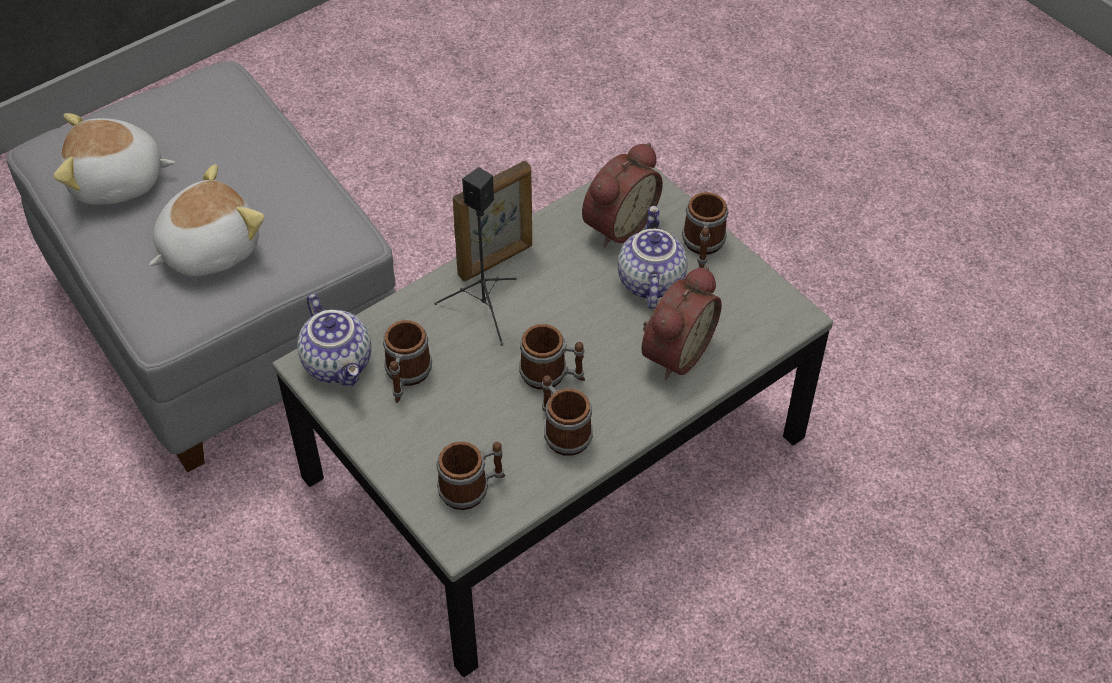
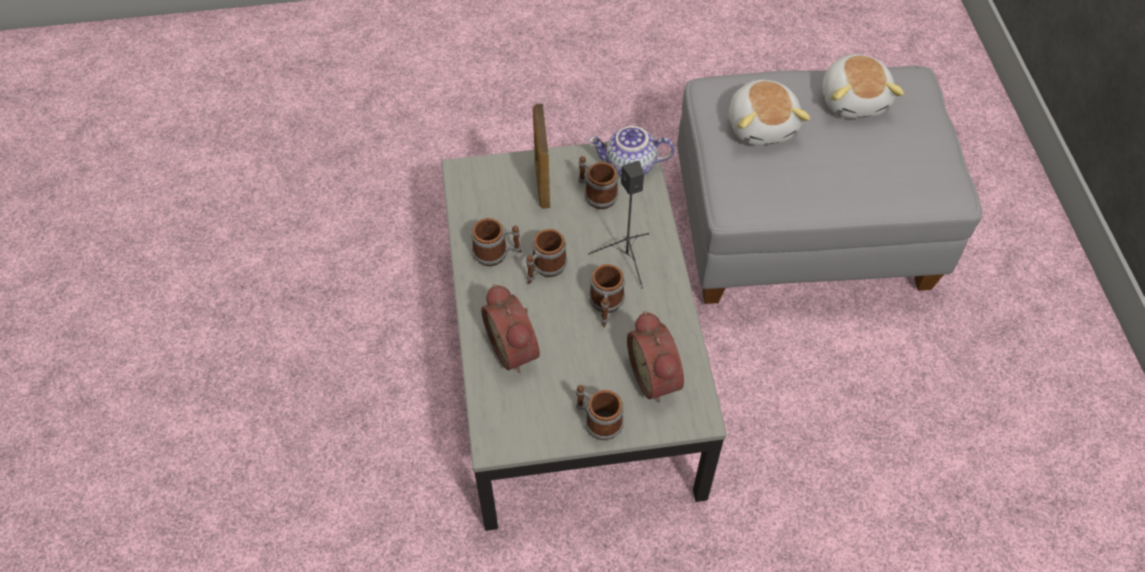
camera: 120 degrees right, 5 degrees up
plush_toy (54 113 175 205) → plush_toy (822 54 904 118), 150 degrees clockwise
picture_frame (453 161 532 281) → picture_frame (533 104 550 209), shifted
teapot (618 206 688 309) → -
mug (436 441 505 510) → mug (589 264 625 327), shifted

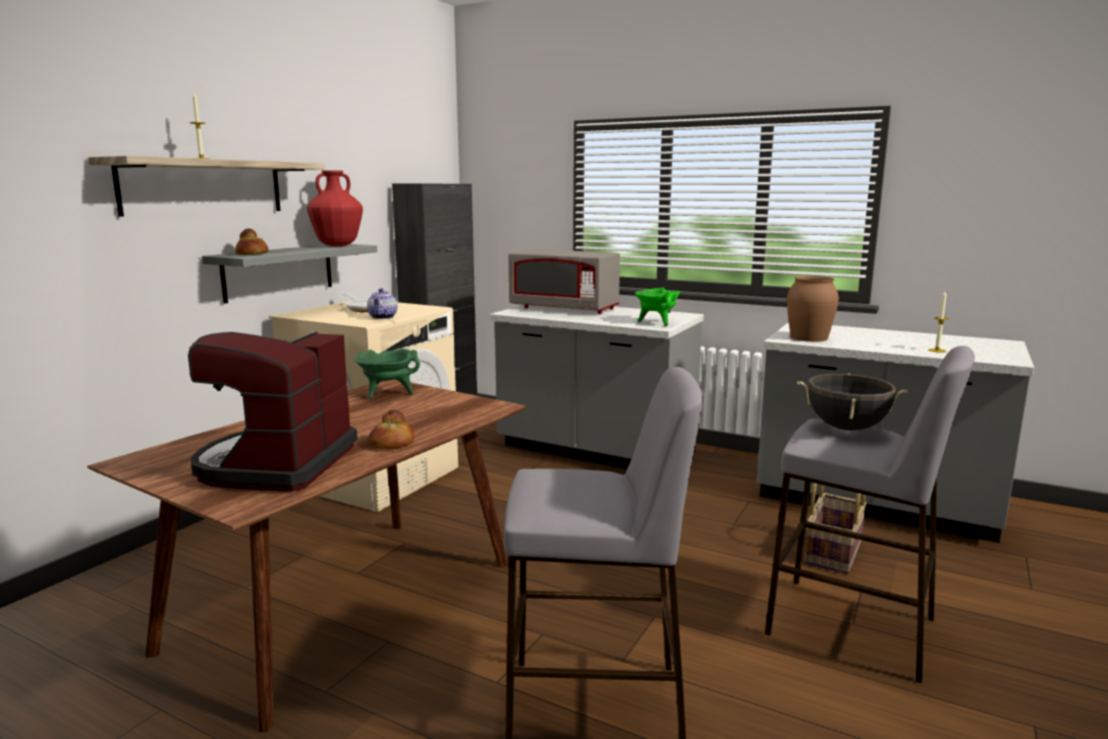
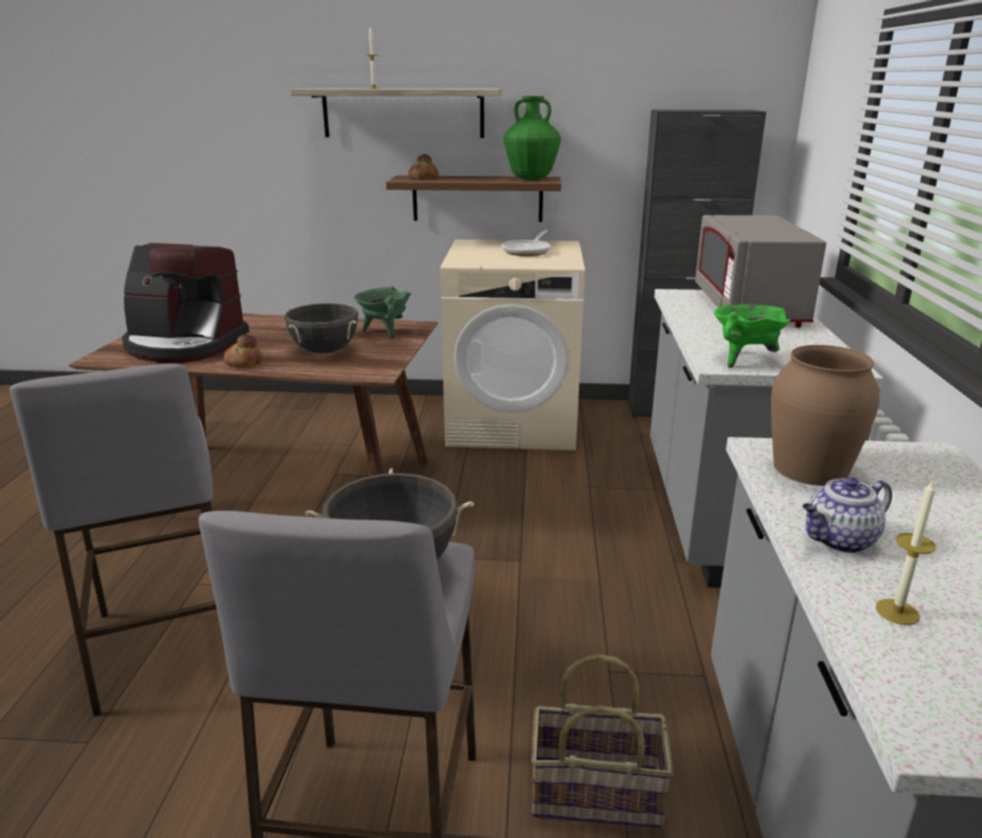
camera: 65 degrees right, 10 degrees up
red_vase (307 170 363 246) → green_vase (504 96 561 180)
grey_shelf (202 244 377 304) → brown_shelf (386 176 561 222)
teapot (367 288 398 319) → teapot (803 477 892 553), shifted
coffee_machine (188 332 358 492) → coffee_machine (122 243 249 363), 150 degrees counterclockwise
- → black_cooking_pot (285 303 358 354)

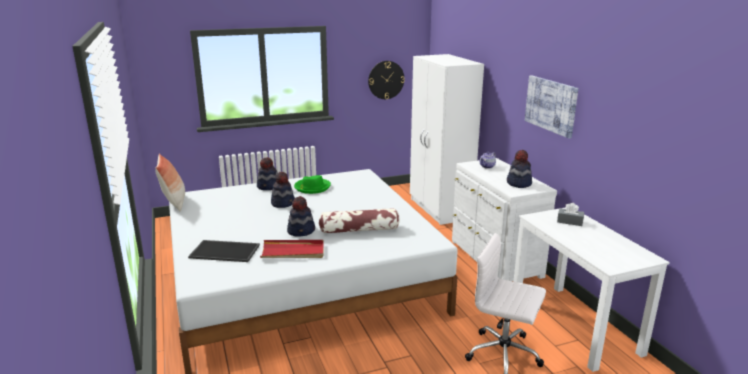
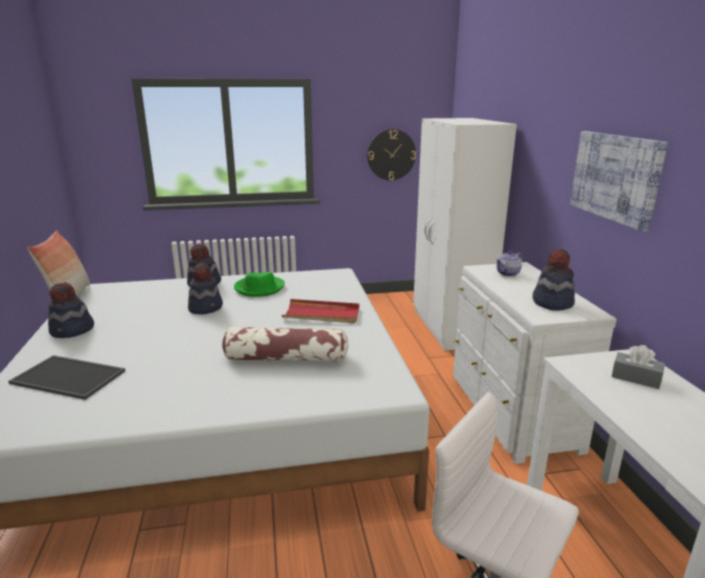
camera: 10 degrees right, 0 degrees up
hat (287 196 315 237) → hat (48 282 94 338), shifted
red_tray (260 240 324 258) → red_tray (282 299 359 323), shifted

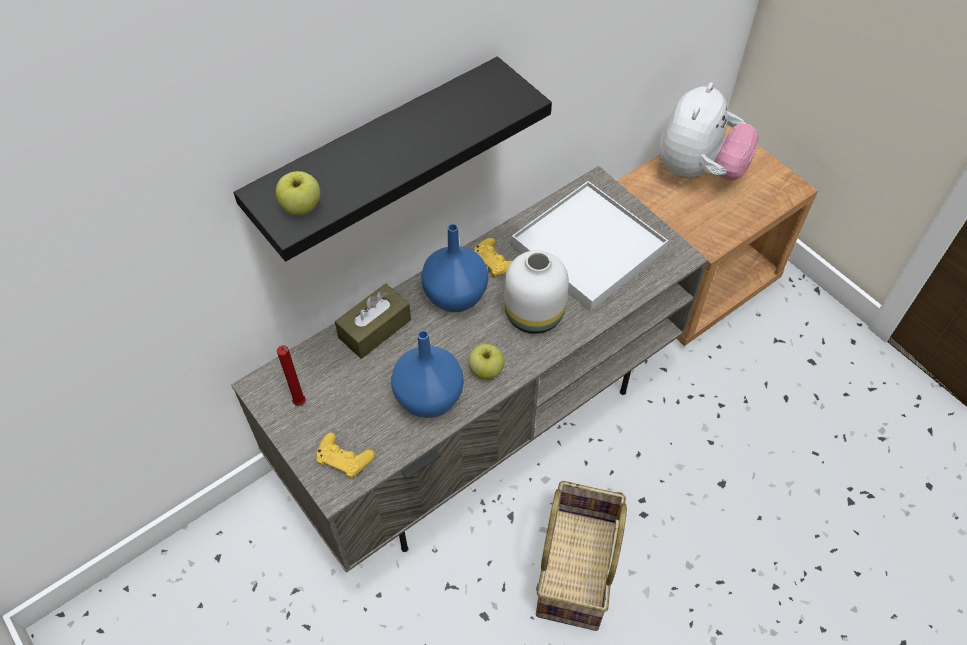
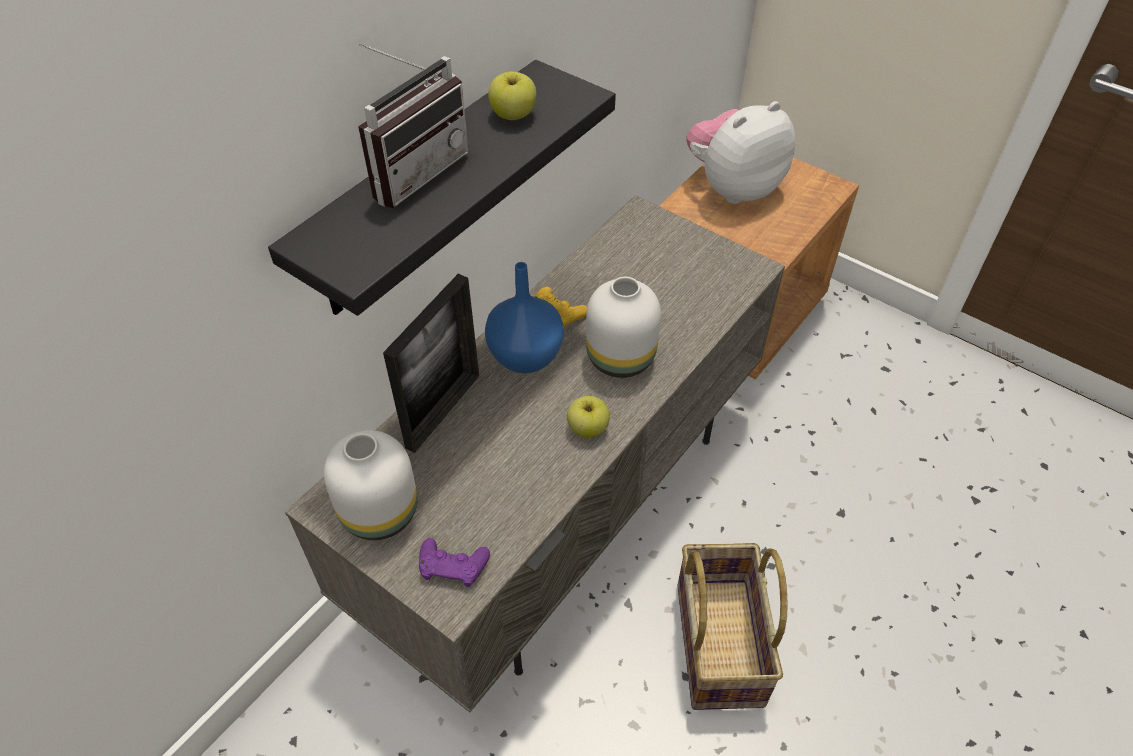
camera: 15 degrees left, 5 degrees down
plush_toy (659 82 759 181) → plush_toy (686 101 796 204), 135 degrees counterclockwise
apple (276 171 320 215) → apple (488 72 536 120), shifted
white_tray (512 181 668 312) → -
brown_tissue_box (335 284 411 359) → picture_frame (383 274 479 453)
blue_vase (391 330 464 418) → -
red_candle (277 345 306 406) → white_vase (324 430 417 540)
yellow_game_controller (316 433 375 479) → purple_game_controller (419 538 490 587)
- → radio (358 43 469 208)

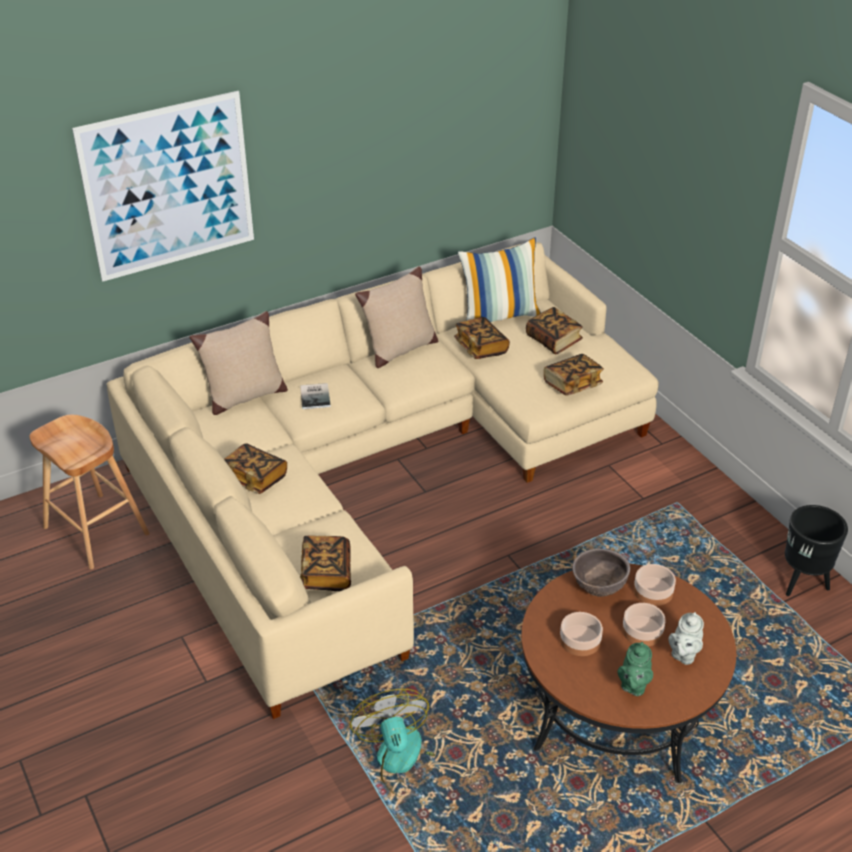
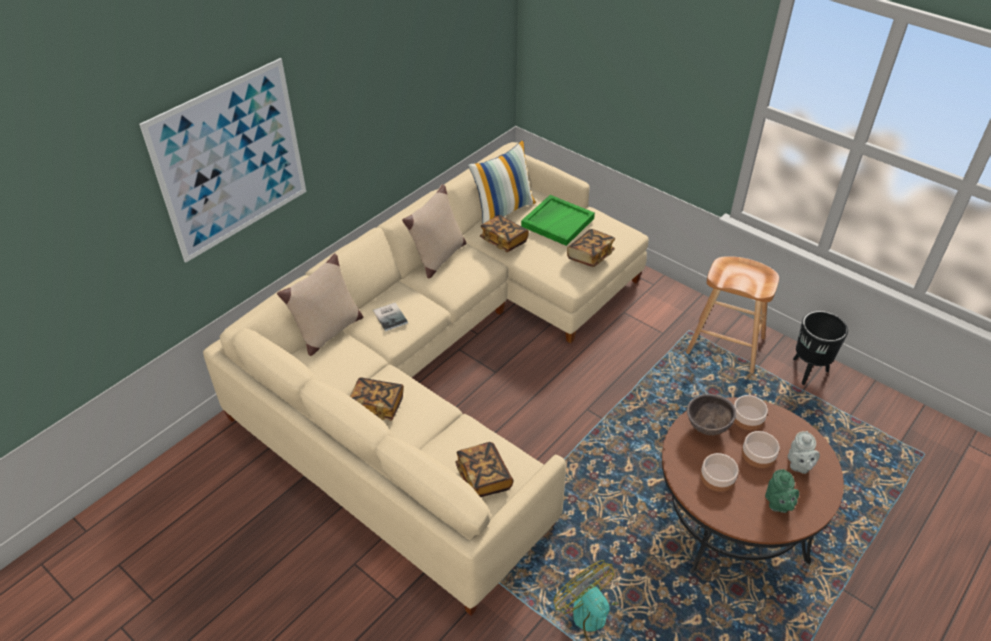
camera: 20 degrees left, 5 degrees up
book (526 307 583 354) → green_tray (521 195 595 246)
brown_stool (30 415 150 569) → brown_stool (686 256 779 374), shifted

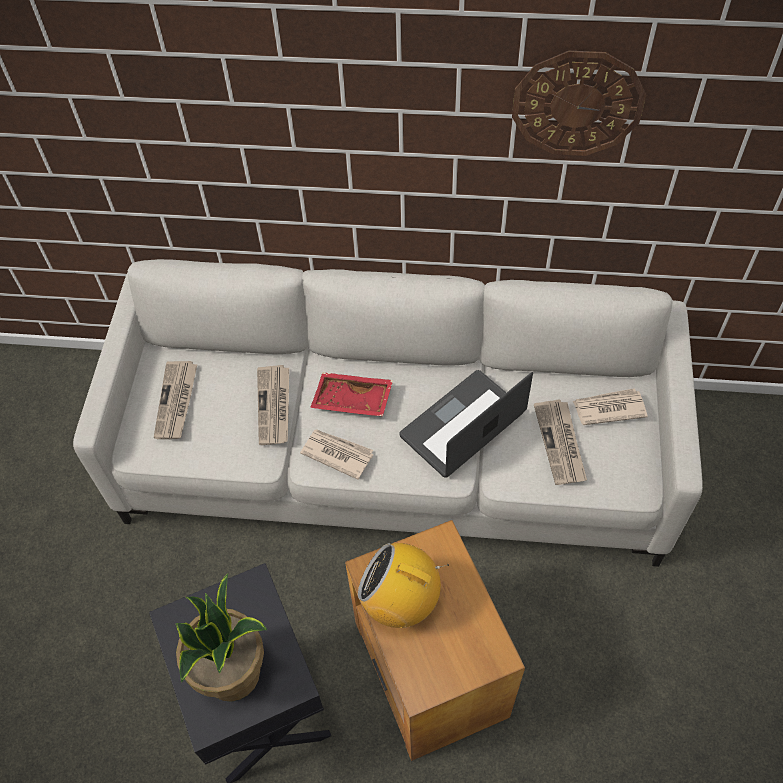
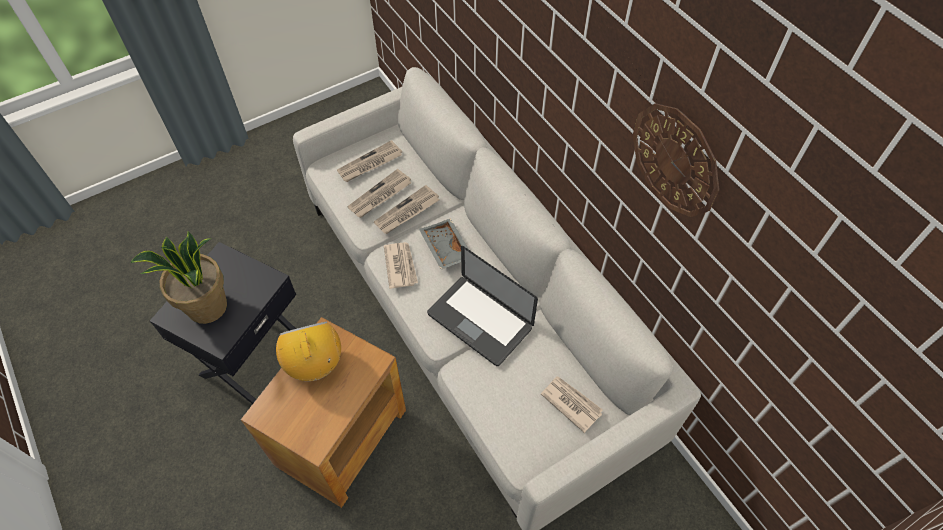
camera: 50 degrees right, 0 degrees up
laptop (400 370 533 478) → laptop (427 246 538 366), 150 degrees counterclockwise
red_tray (310 372 393 417) → grey_tray (419 219 468 269)
newspaper (534 399 587 485) → newspaper (347 169 412 218), shifted

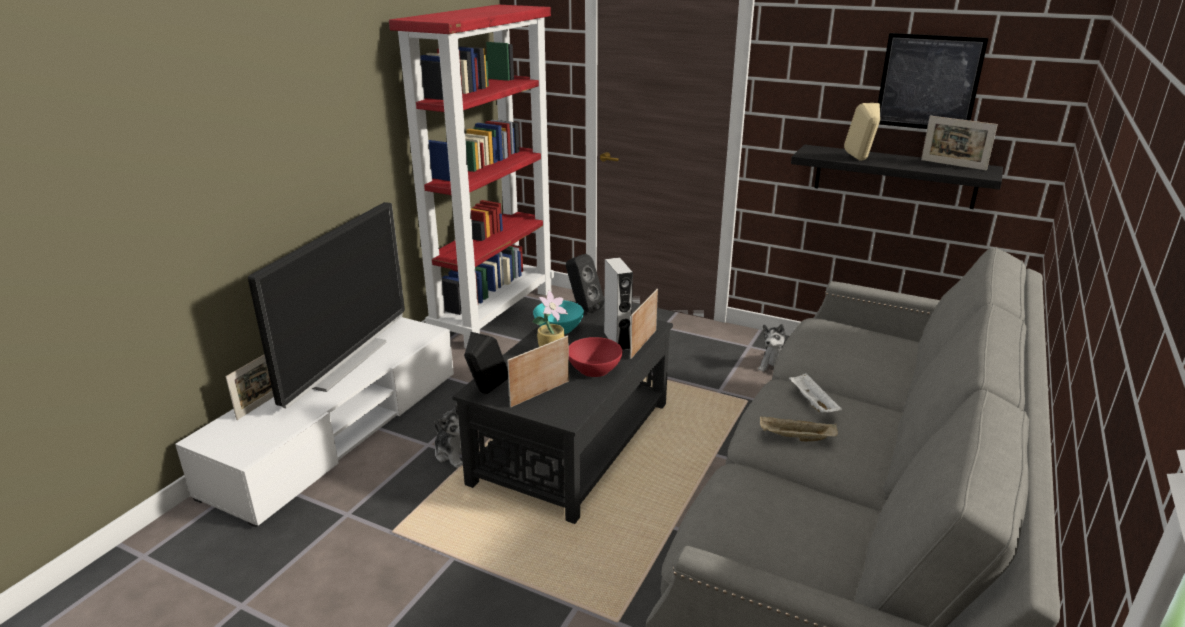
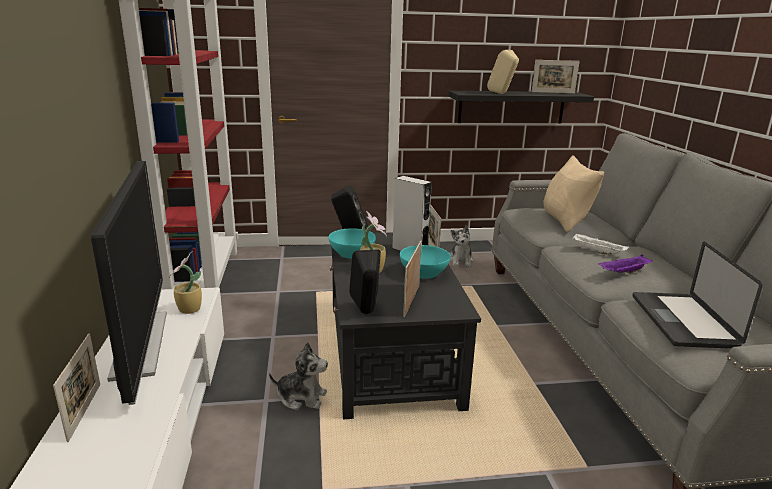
camera: 35 degrees left, 5 degrees down
picture (878 33 988 129) → -
red_bowl (569 337 622 377) → turquoise_bowl (400 245 451 279)
beige_tray (760 416 838 442) → purple_tray (598 255 653 274)
- → beige_pillow (543 155 604 232)
- → laptop (633 242 763 349)
- → potted_plant (169 251 202 314)

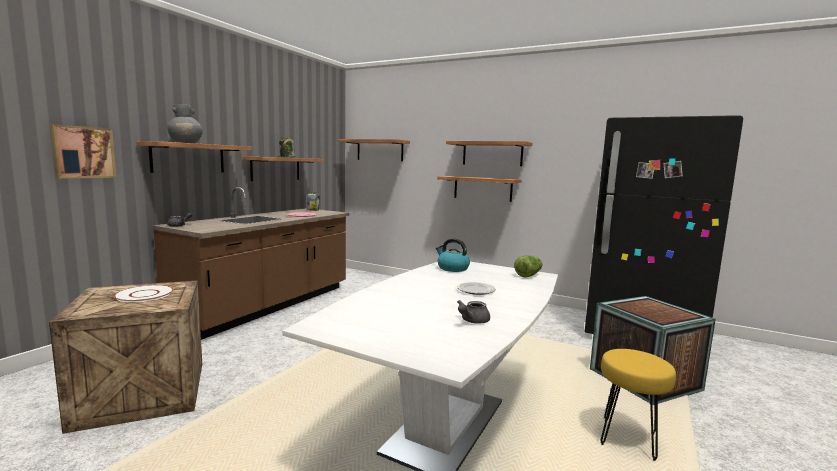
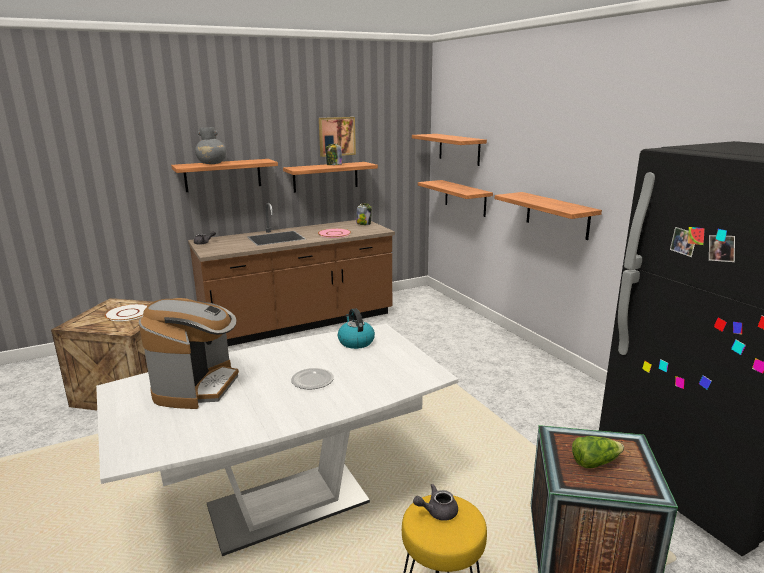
camera: 35 degrees right, 10 degrees up
picture (50 124 116 179) → picture (319 117 356 157), shifted
shelf (446 141 533 166) → shelf (418 180 493 217), shifted
lettuce (514 255 542 278) → lettuce (572 436 624 468), shifted
grey_teapot (457 300 490 324) → grey_teapot (413 484 458 521), shifted
- → coffee_machine (139 298 239 409)

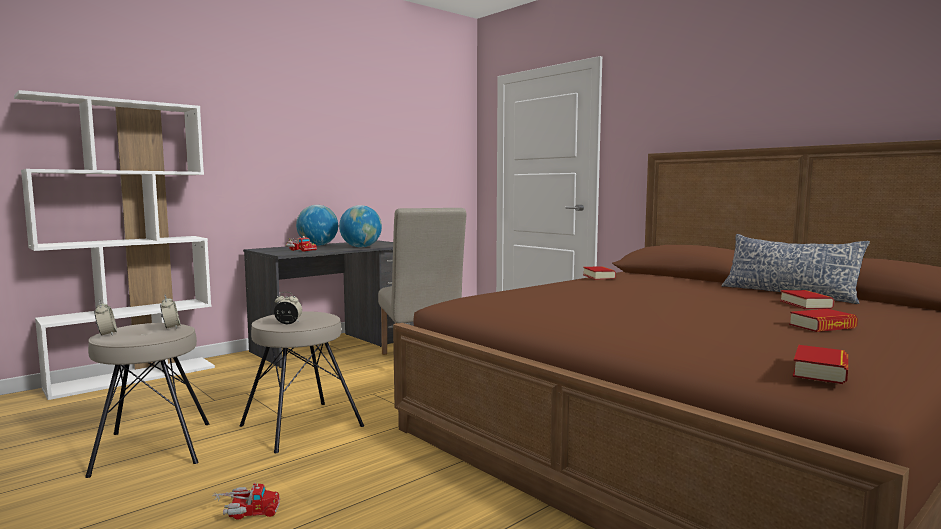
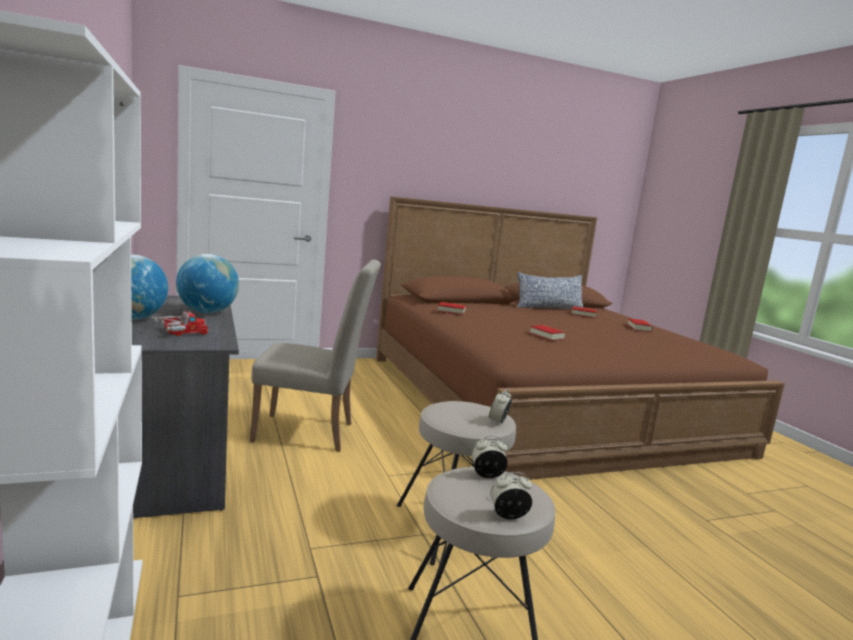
camera: 70 degrees left, 5 degrees up
book (793 345 848 384) → book (529 325 566 341), shifted
toy_truck (212 483 280 520) → -

